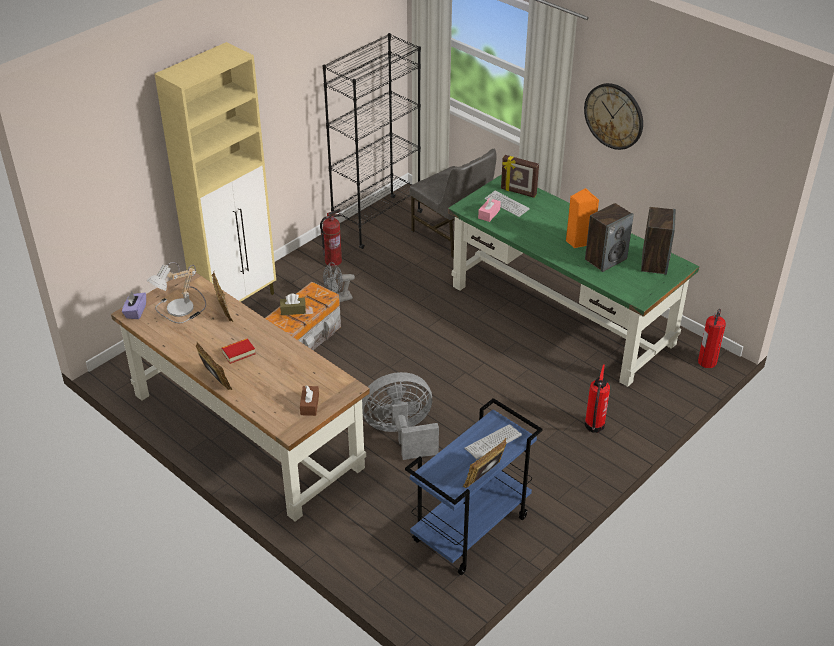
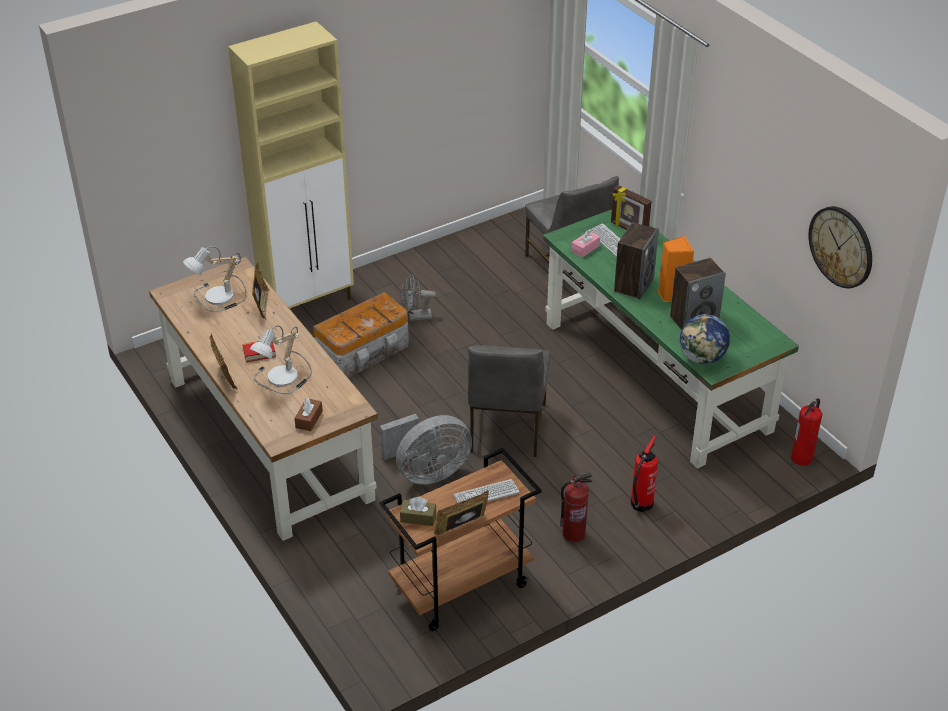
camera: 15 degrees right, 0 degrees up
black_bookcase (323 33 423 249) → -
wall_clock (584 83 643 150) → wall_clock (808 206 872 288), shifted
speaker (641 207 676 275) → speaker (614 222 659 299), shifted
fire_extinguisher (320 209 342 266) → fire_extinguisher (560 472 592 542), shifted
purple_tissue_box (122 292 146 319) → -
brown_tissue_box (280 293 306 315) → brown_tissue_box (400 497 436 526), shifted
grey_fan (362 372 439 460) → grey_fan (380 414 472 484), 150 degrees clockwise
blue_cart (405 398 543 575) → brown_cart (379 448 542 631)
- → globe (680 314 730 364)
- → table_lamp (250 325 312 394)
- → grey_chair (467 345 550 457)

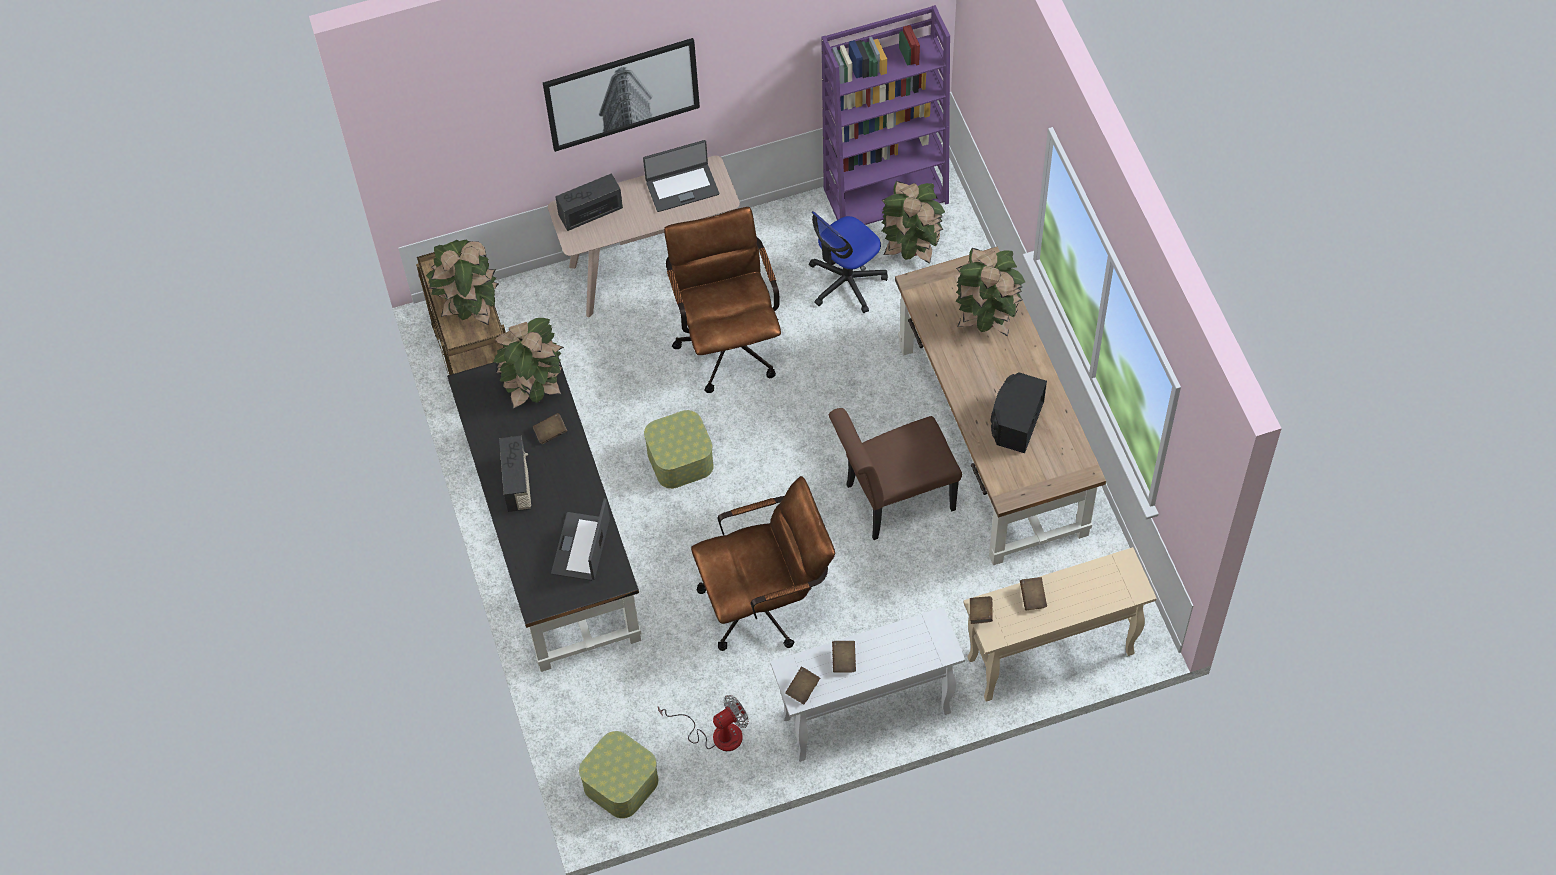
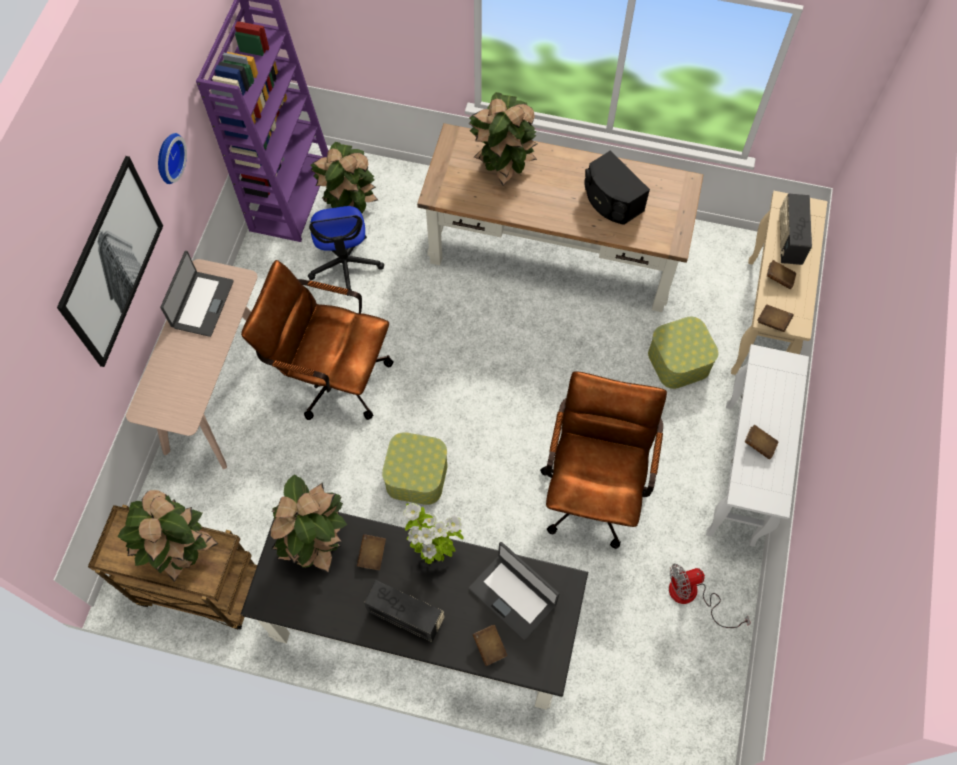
camera: 60 degrees left, 5 degrees up
radio (555 173 623 231) → radio (780 193 812 265), shifted
brown_chair (829 408 962 540) → -
brown_book (785 667 820 704) → brown_book (473 625 507 666), shifted
fan (658 695 749 751) → fan (669 564 751 628), 105 degrees counterclockwise
storage_box (579 731 659 819) → storage_box (648 317 718 389), shifted
- → wall_clock (158 133 187 184)
- → potted_plant (403 503 463 564)

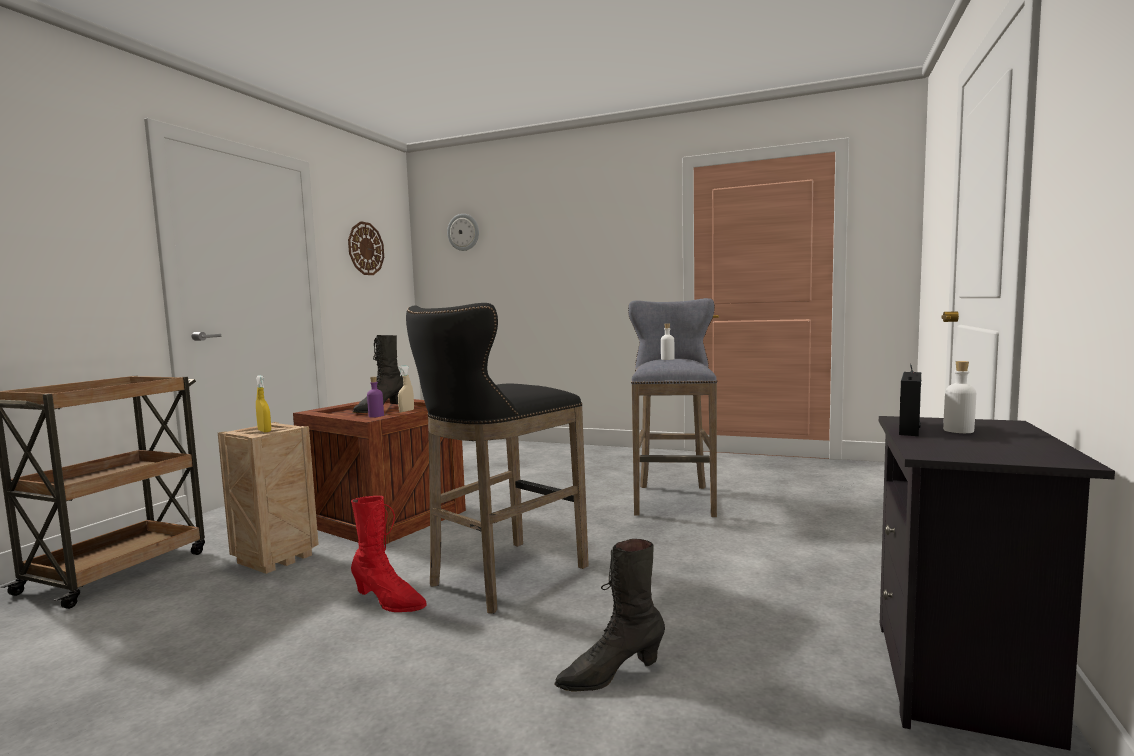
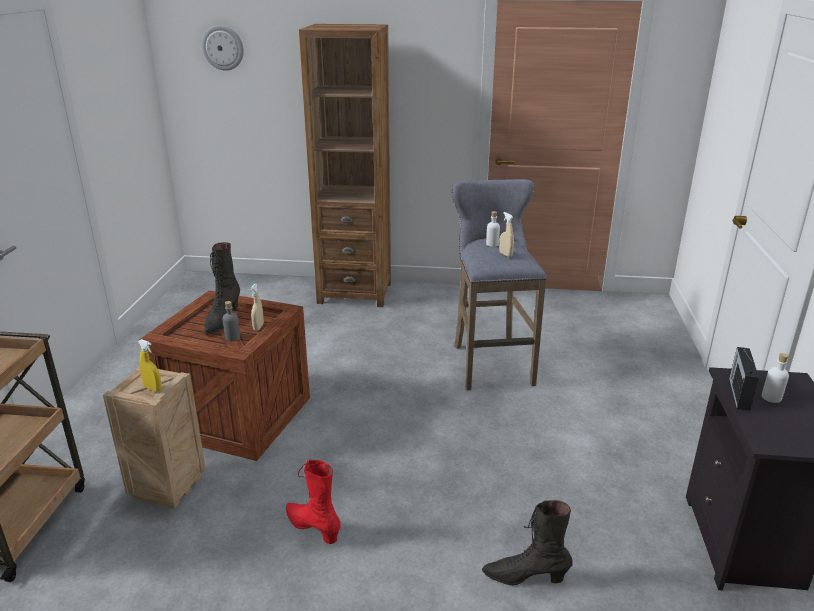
camera: 15 degrees left, 20 degrees up
wall_clock (348 221 384 275) → -
black_stool (406 303 589 614) → -
purple_bottle (367 376 384 418) → grey_bottle (222 301 240 341)
red_boot (351 496 427 612) → red_boot (286 460 340 544), 150 degrees counterclockwise
black_boot (554 539 665 692) → black_boot (482 500 573 585), 45 degrees clockwise
- → brown_bookcase (299 24 391 307)
- → beige_spray_bottle (499 212 514 257)

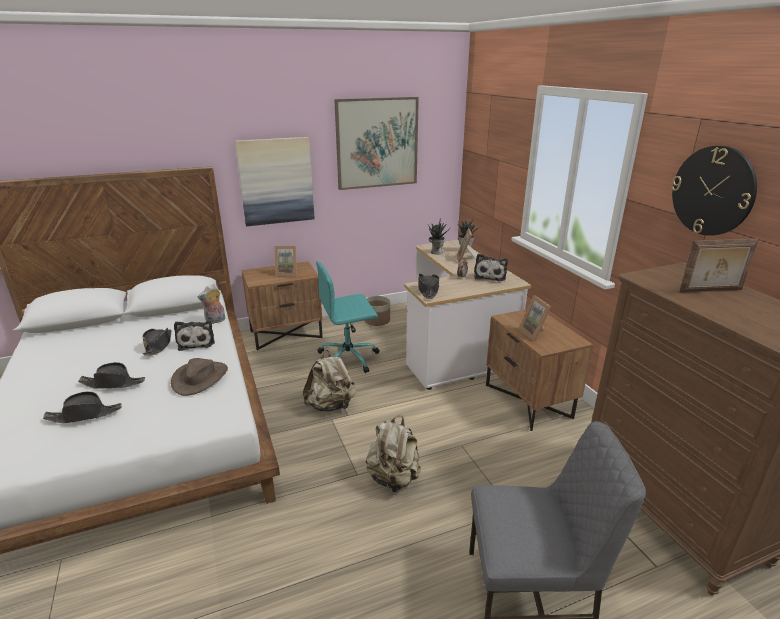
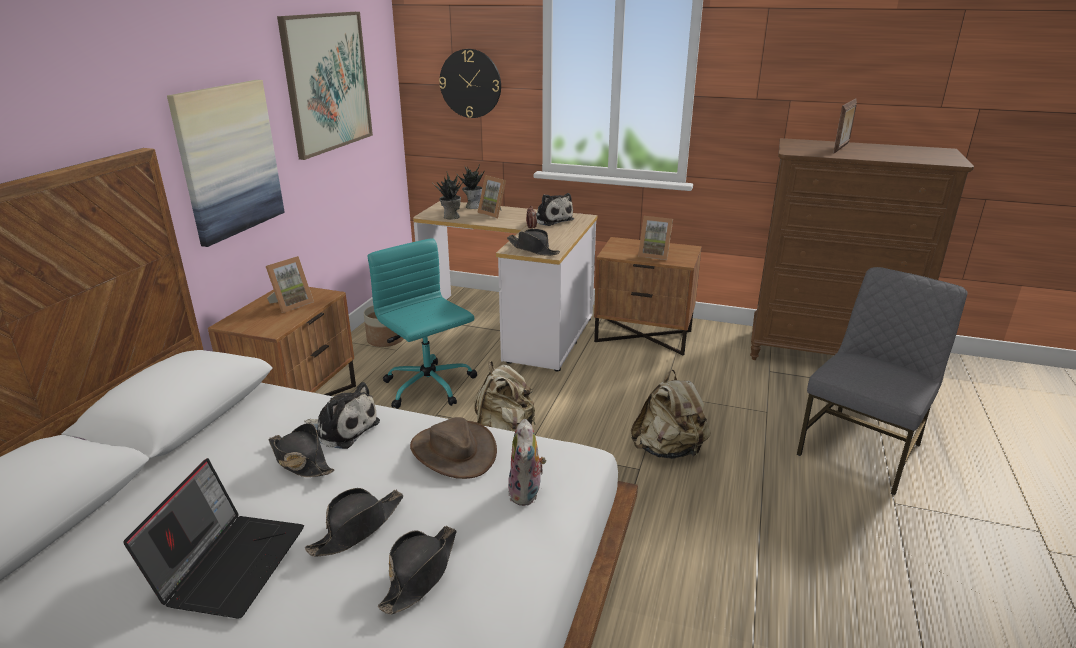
camera: 50 degrees left, 0 degrees up
wall_clock (671 146 757 236) → wall_clock (439 49 501 118), shifted
turquoise_office_chair (316 261 380 373) → turquoise_office_chair (368 238 478 409), 120 degrees clockwise
plush_toy (198 284 226 324) → plush_toy (508 419 546 506), shifted
- → laptop (123 458 304 619)

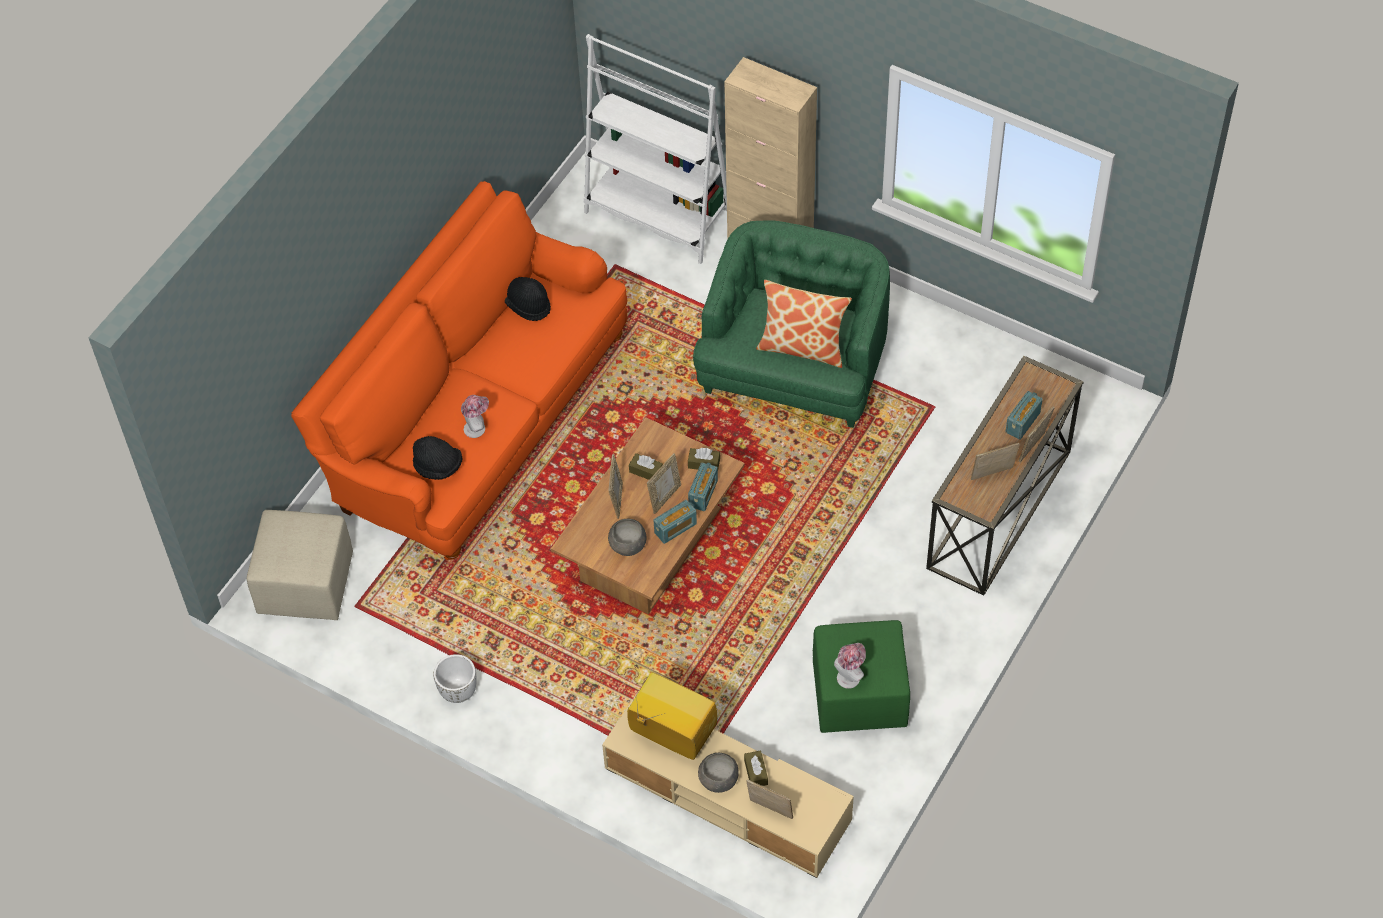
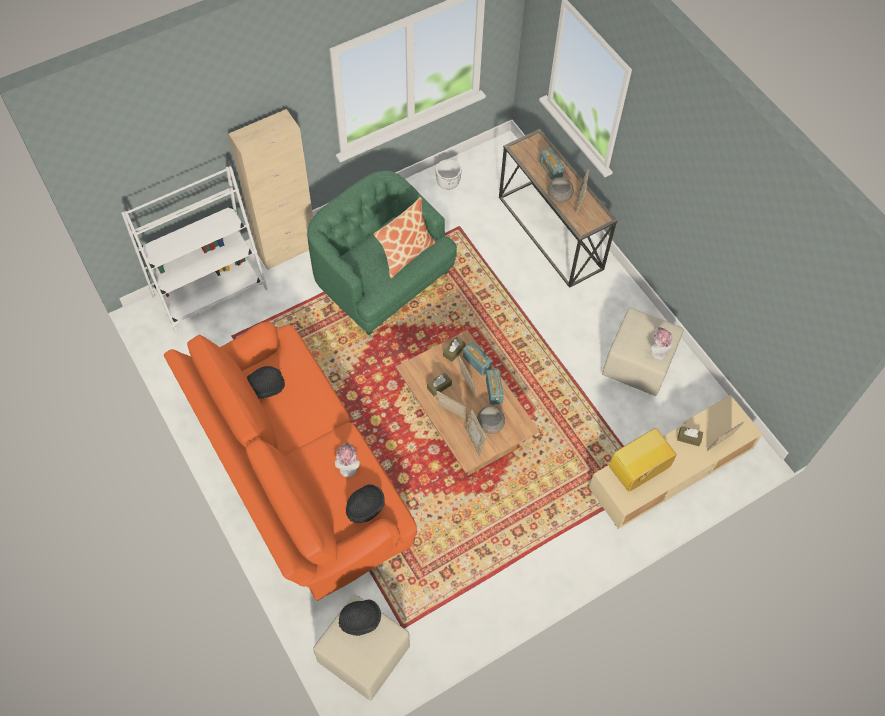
camera: 65 degrees left, 5 degrees up
picture_frame (1019 406 1055 462) → picture_frame (466 410 487 456), shifted
green_ottoman (813 620 910 733) → beige_ottoman (602 308 683 396)
white_planter (433 654 477 703) → white_planter (435 159 462 190), shifted
grey_bowl (698 753 739 793) → grey_bowl (548 177 574 203), shifted
- → black_hat (339 600 381 636)

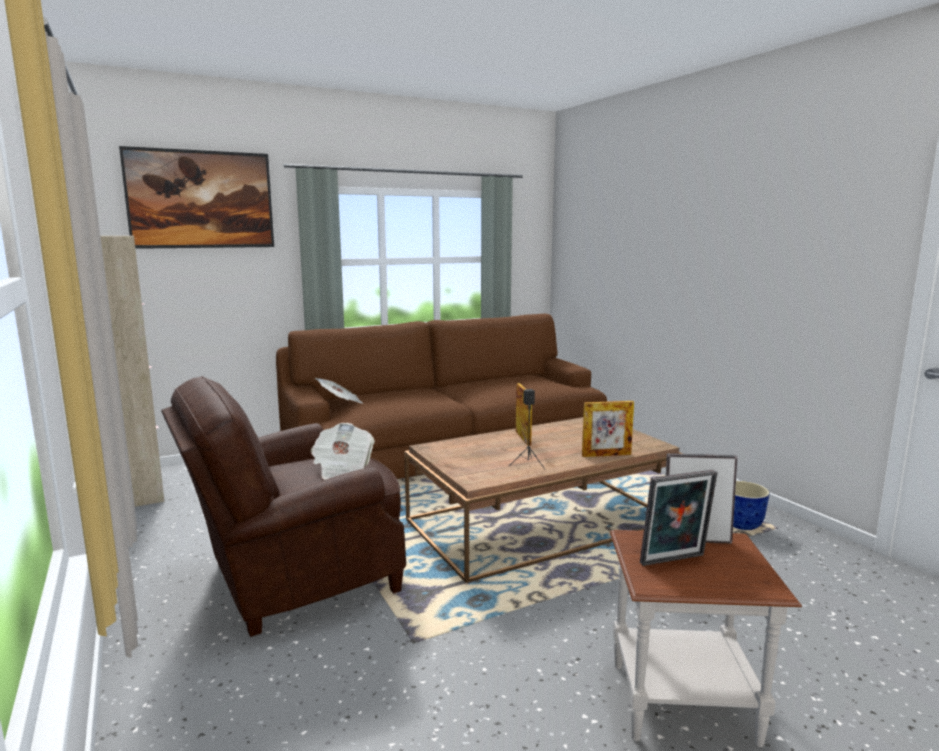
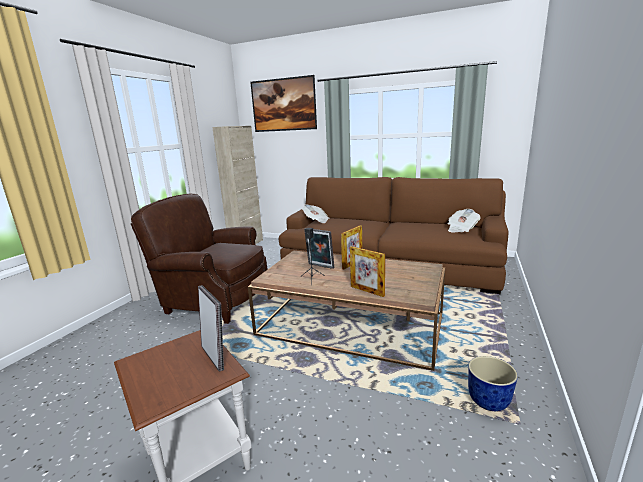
camera: 50 degrees right, 5 degrees up
newspaper (311 423 375 480) → newspaper (448 209 481 233), shifted
picture_frame (640 470 717 566) → picture_frame (304 228 334 269), shifted

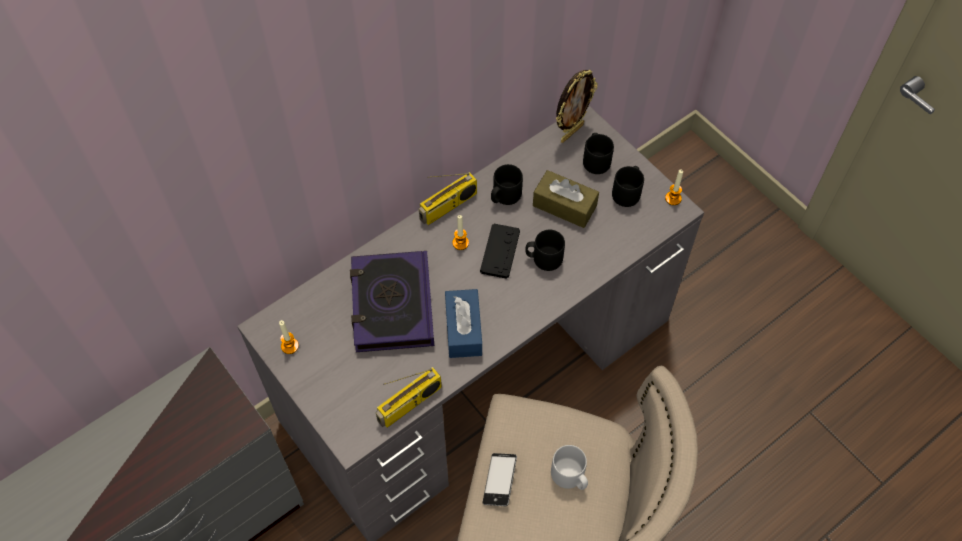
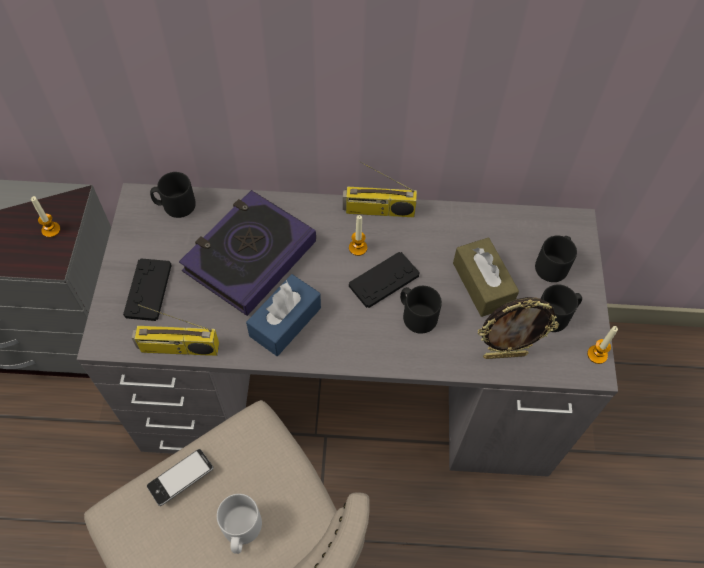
camera: 40 degrees right, 0 degrees up
picture_frame (556 69 597 143) → picture_frame (478 297 559 359), shifted
black_mug (491 164 523 205) → black_mug (150 172 196 218), shifted
candle (279 320 299 354) → candle (31 196 60 238), shifted
- → black_game_controller (123 258 172 321)

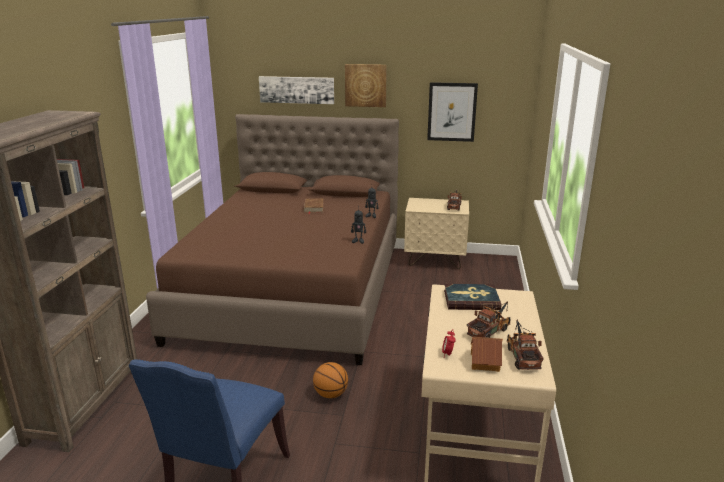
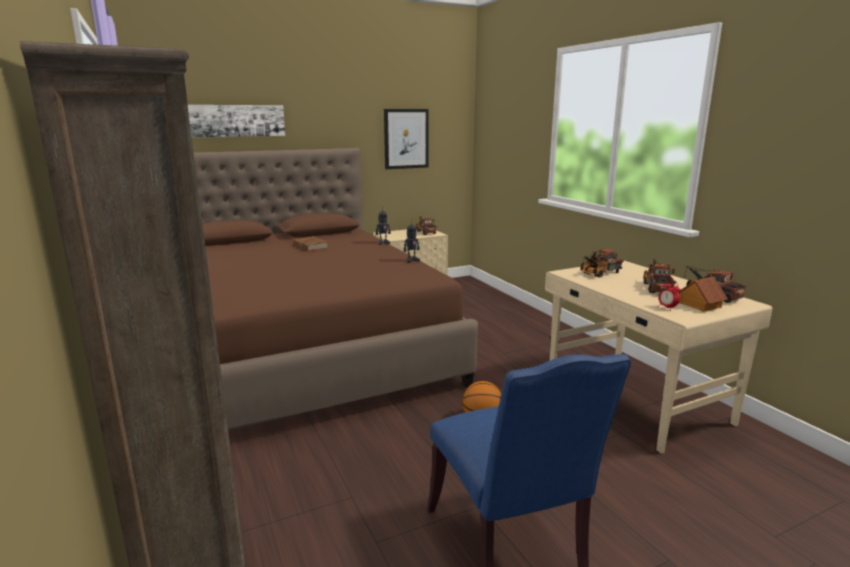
camera: 35 degrees left, 5 degrees down
picture (345 64 387 107) → -
book (444 284 501 310) → toy_truck (580 249 624 277)

